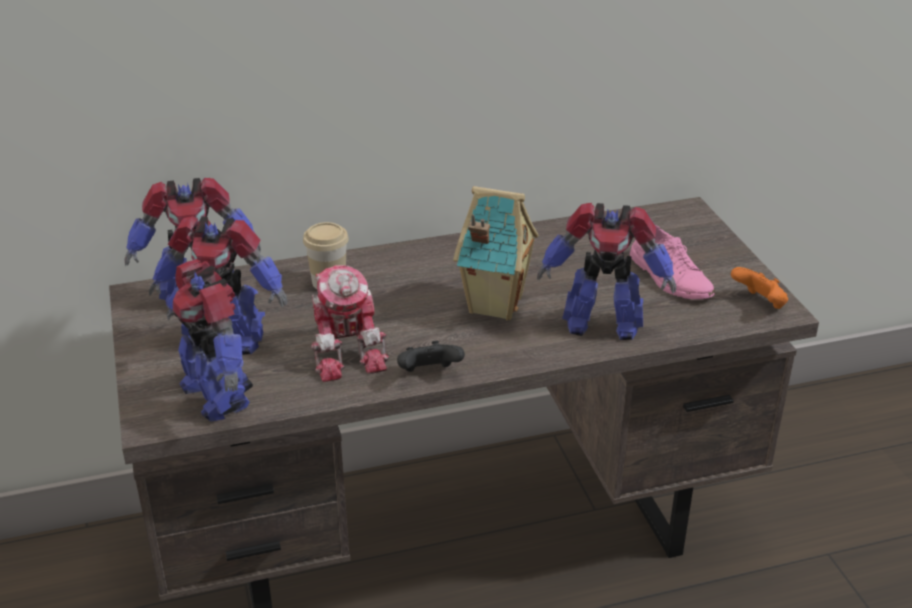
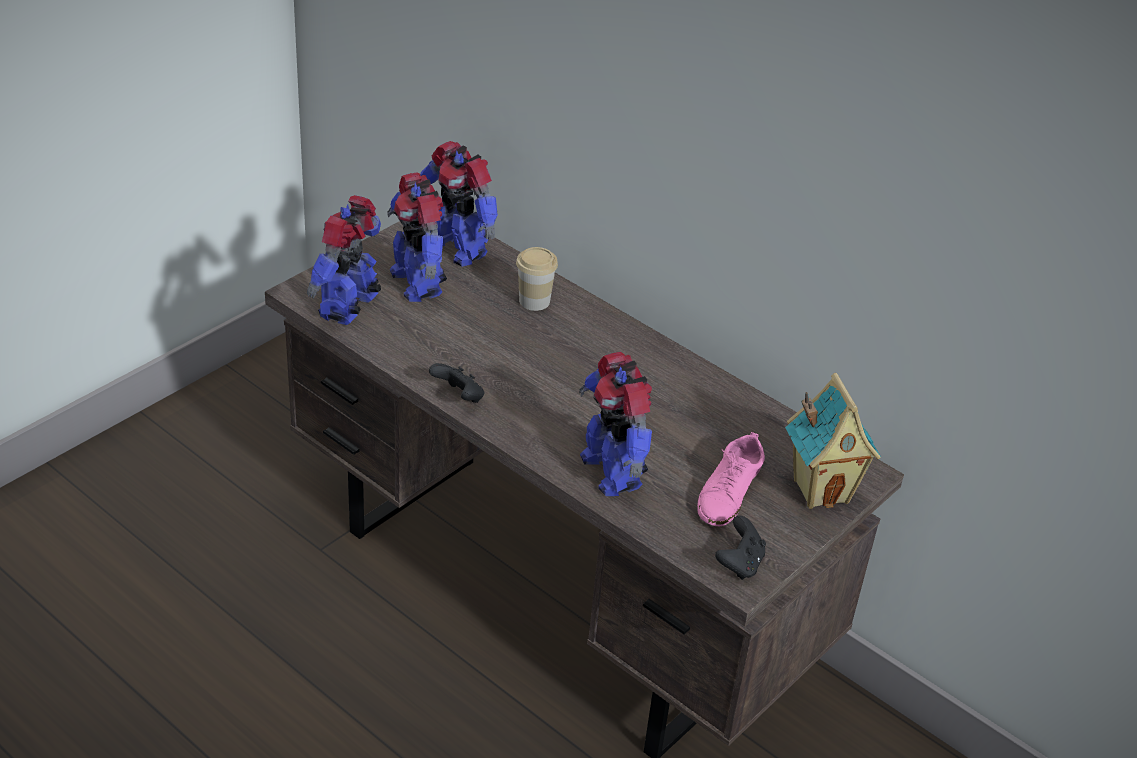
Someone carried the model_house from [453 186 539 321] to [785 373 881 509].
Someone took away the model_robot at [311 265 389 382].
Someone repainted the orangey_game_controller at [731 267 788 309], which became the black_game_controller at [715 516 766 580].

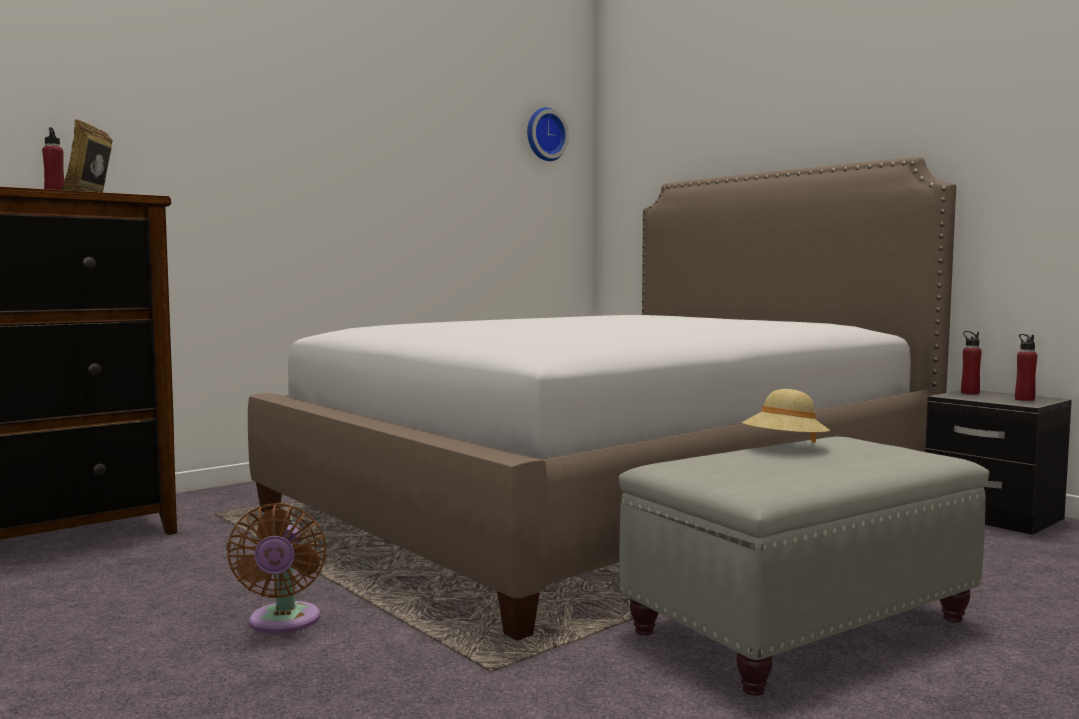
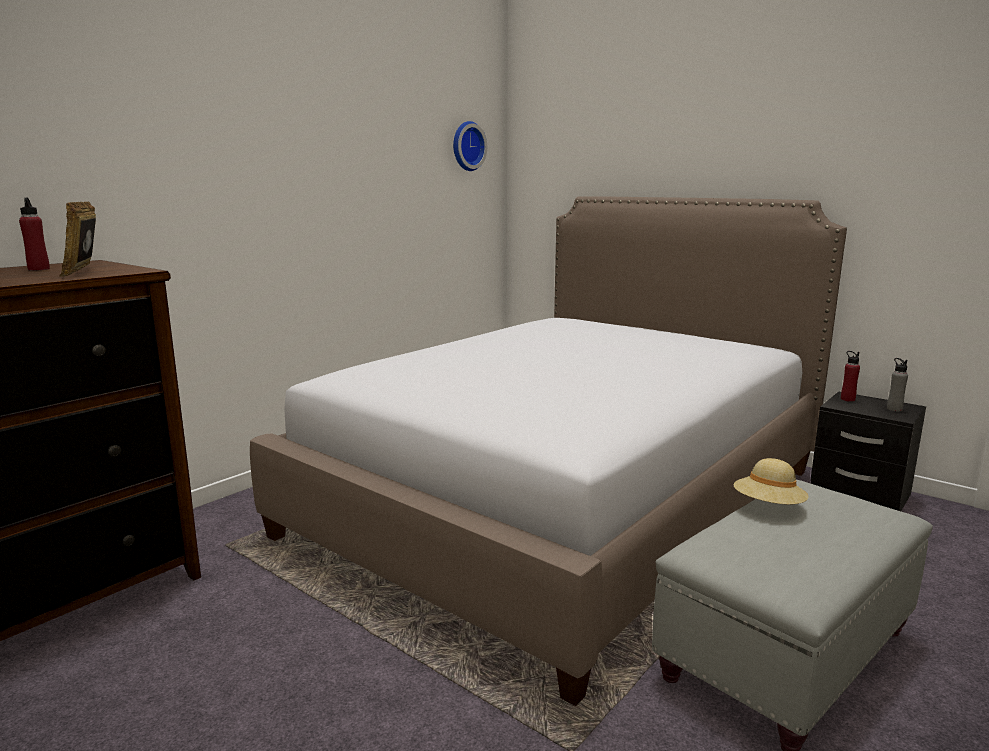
Someone repainted the red-coloured_bottle at [1015 334 1037 401], which became the grey_bottle at [887 358 908 411].
Someone took away the brownish_electric_fan at [226 503 327 634].

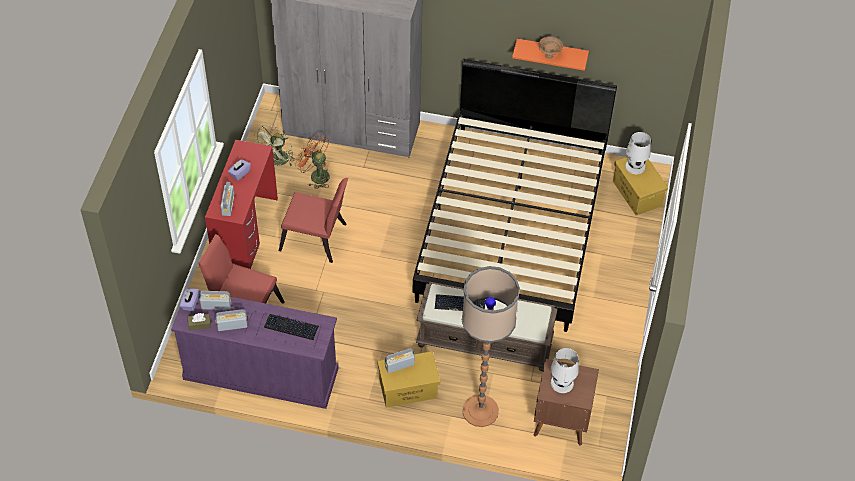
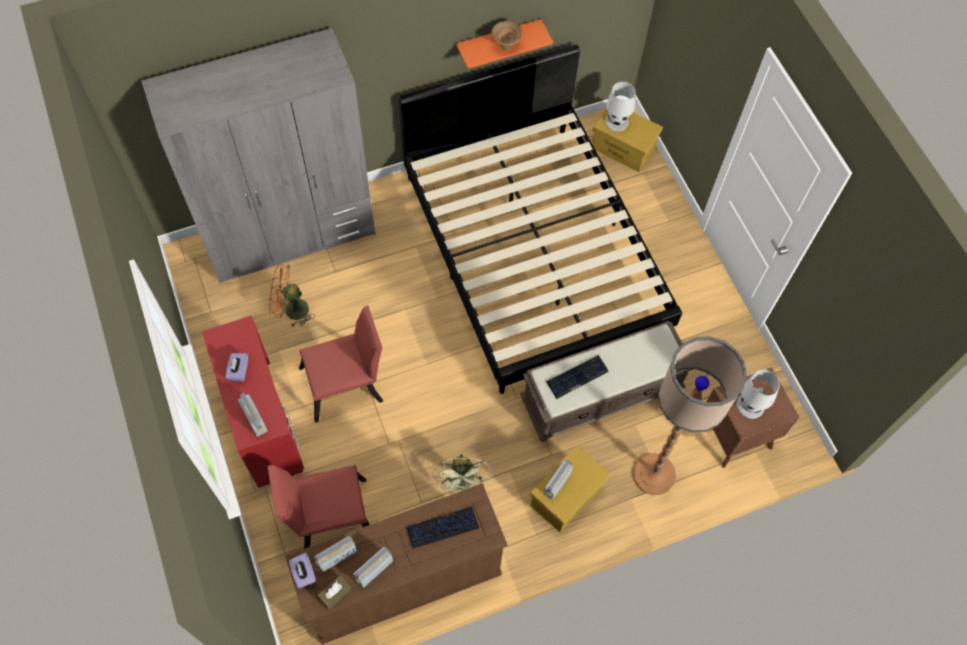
Someone carried the greenish_electric_fan from [254 125 295 166] to [433 454 491 494].
Someone repainted the purplish_dresser at [171 288 339 409], which became the brownish_dresser at [285 483 507 645].

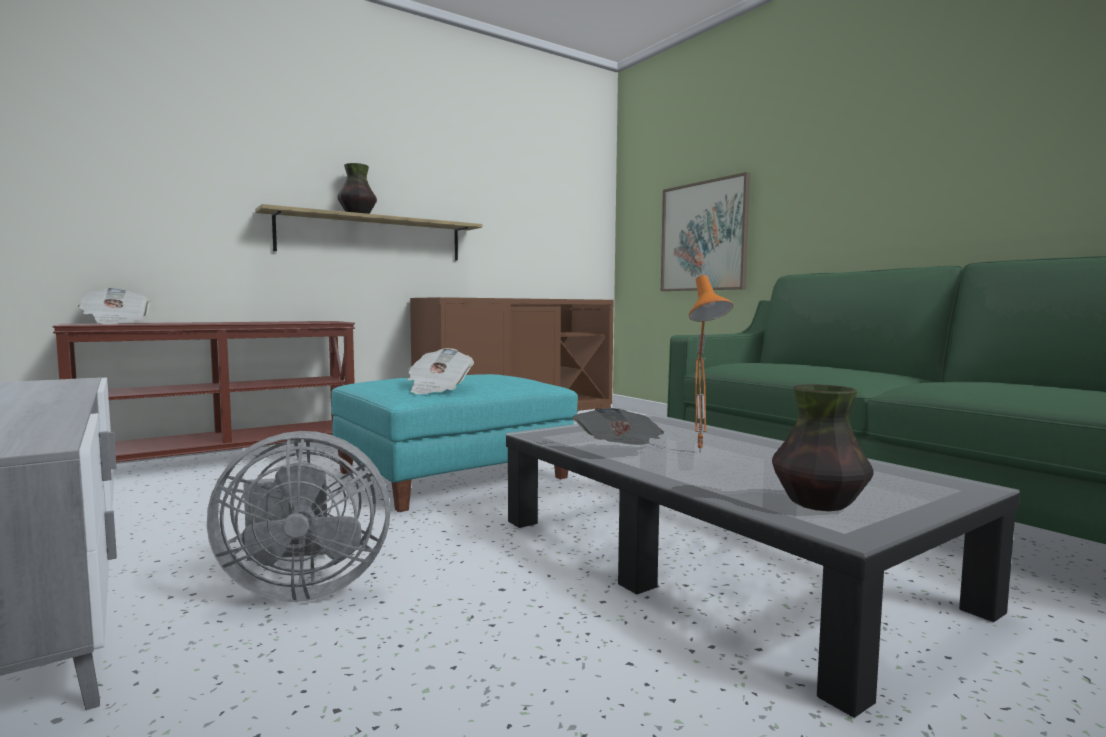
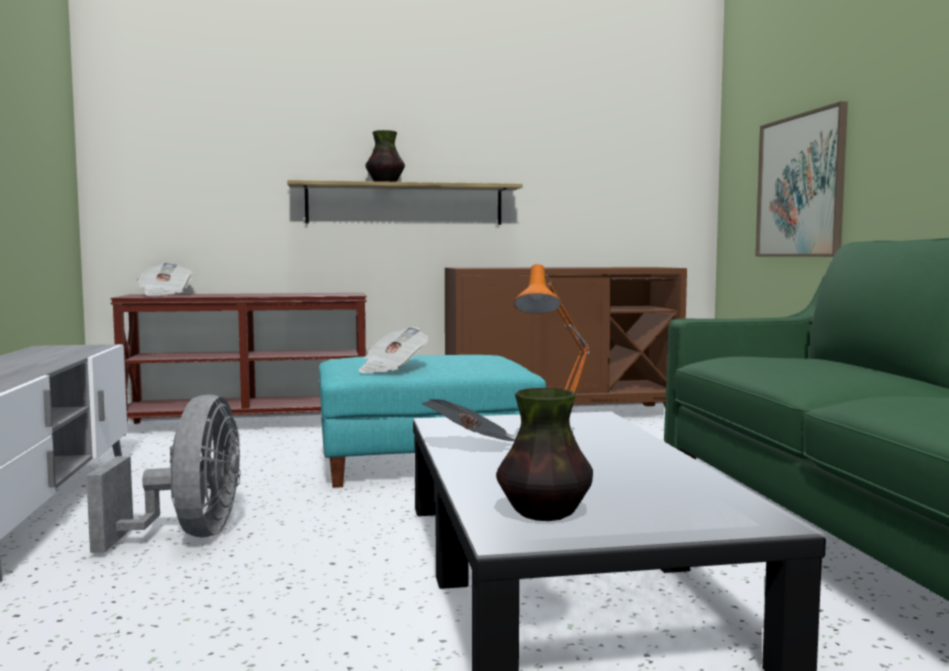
Someone rotated the grey_electric_fan at [207 431 390 602] by 105 degrees counterclockwise.

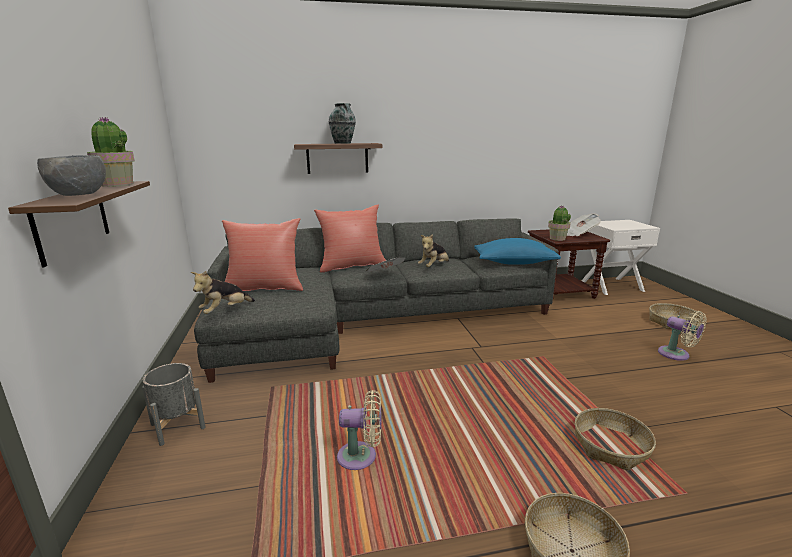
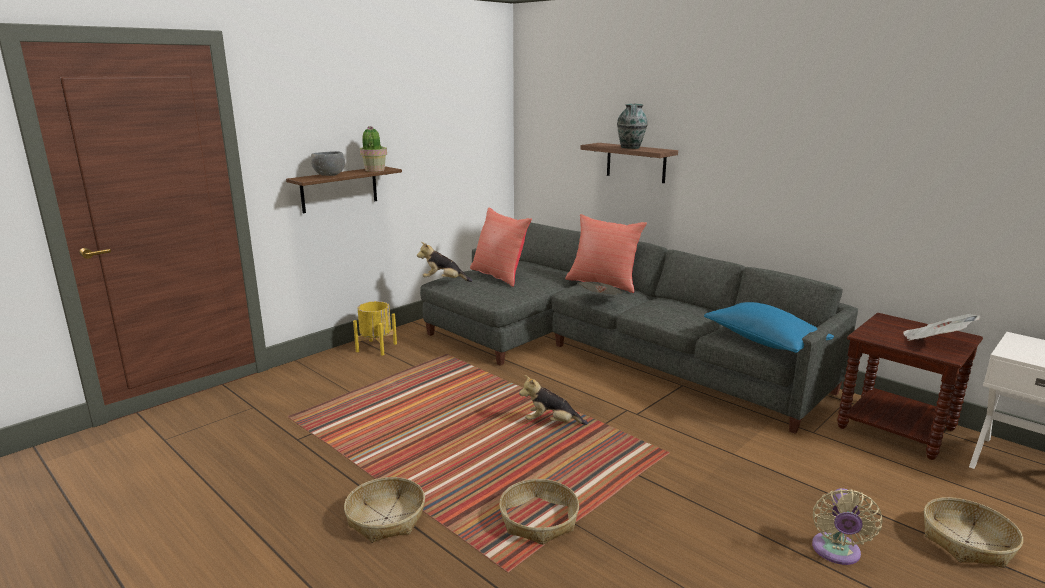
Someone took away the potted_plant at [548 205 571 241].
Someone carried the soft_toy from [418 234 449 267] to [519 375 588 425].
Someone repainted the grey_planter at [142 363 205 446], which became the yellowish_planter at [353 301 397 356].
Someone took away the beige-coloured_electric_fan at [337 390 381 470].

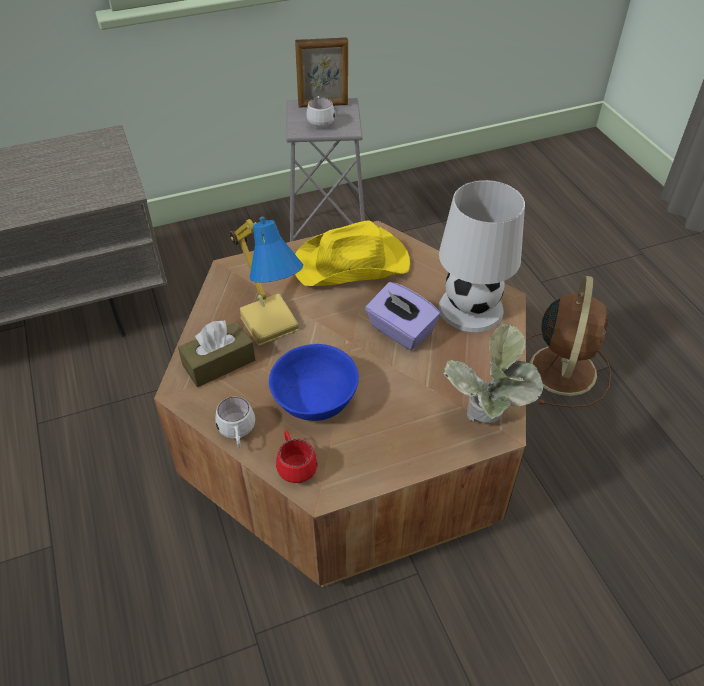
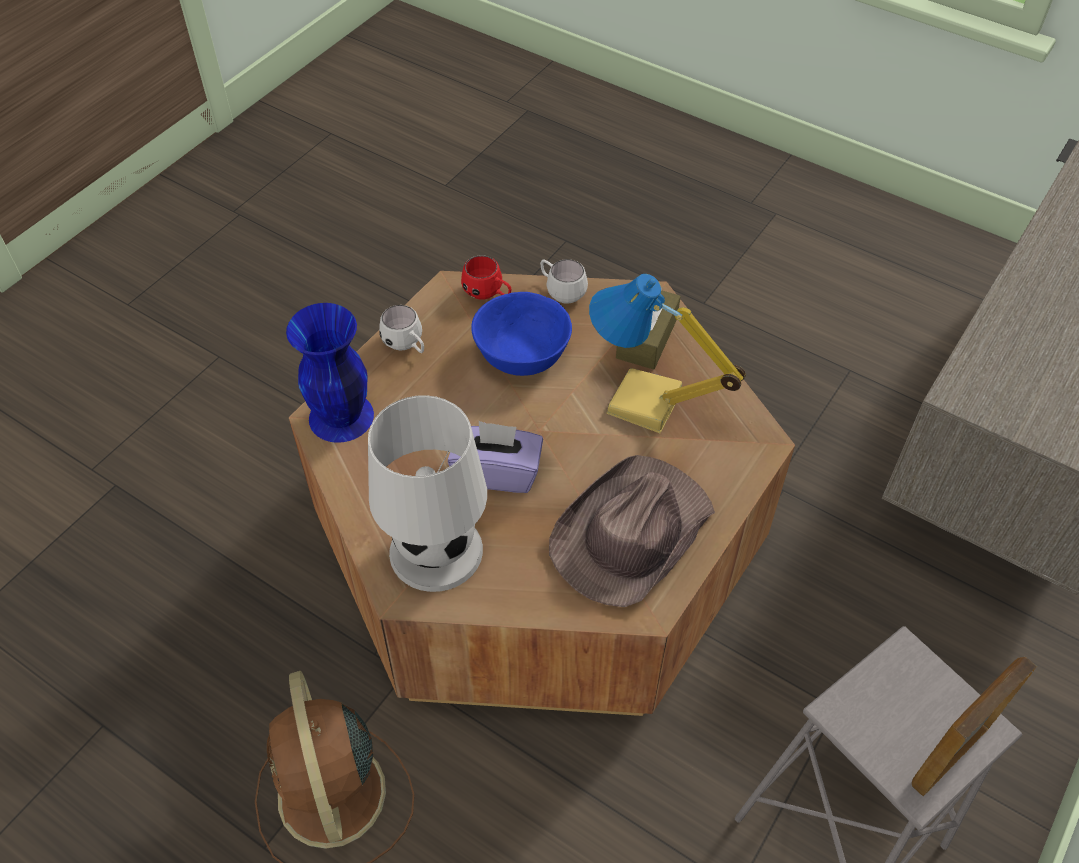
Someone carried the white-coloured_coffee_mug from [306 96 335 128] to [379 305 424 353].
Someone repainted the yellowish_wearable_hat at [295 220 410 286], which became the brownish_wearable_hat at [549 455 715 607].
Someone swapped the potted_plant at [443 324 543 423] for the blue_flower_vase at [286 303 374 443].

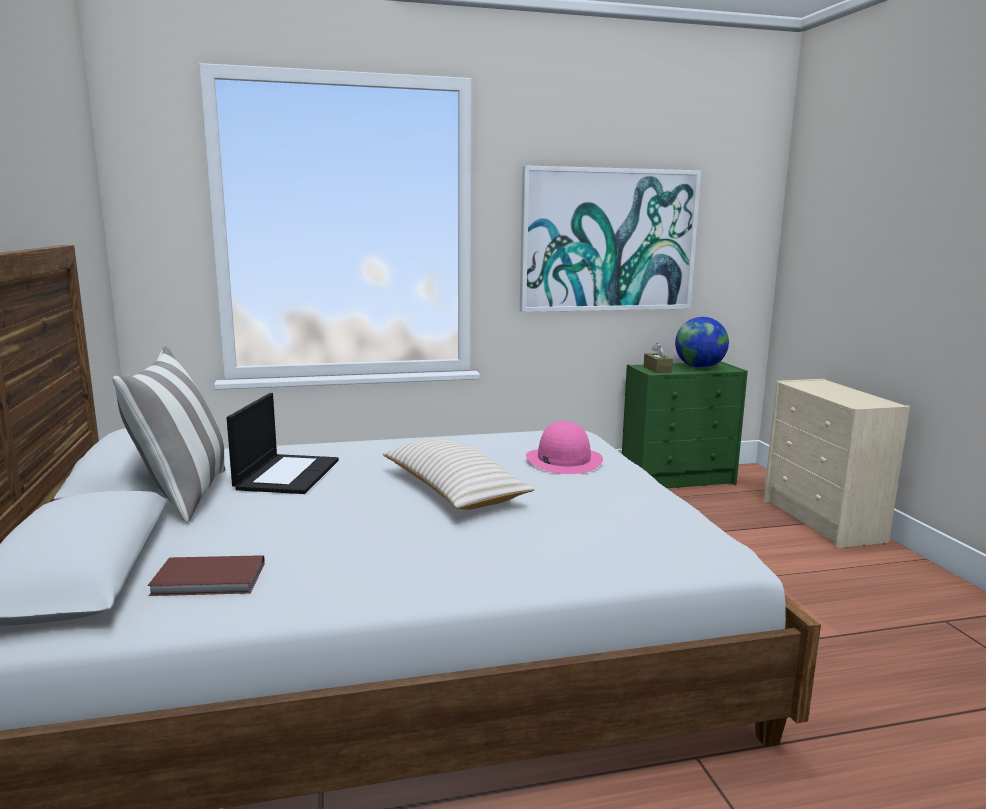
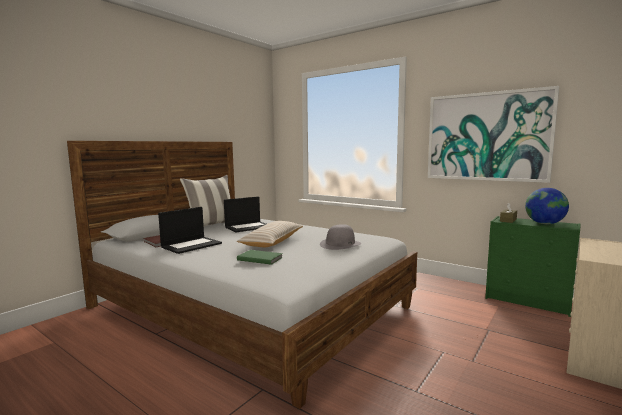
Someone repainted the pink-coloured_wearable_hat at [526 421 603 474], which became the grey_wearable_hat at [320 224 361 250].
Someone put down the portable_computer at [158 207 222 254].
Someone put down the greenish_volume at [237 250 283 265].

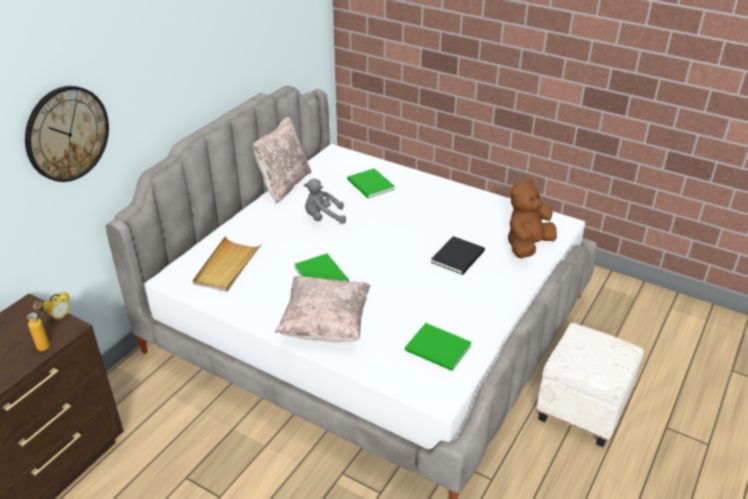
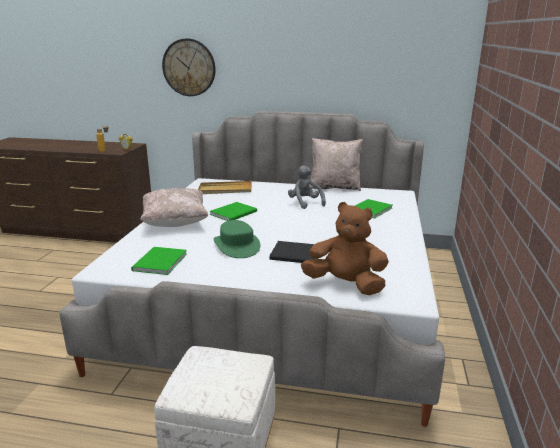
Someone put down the greenish_wearable_hat at [214 220 261 258].

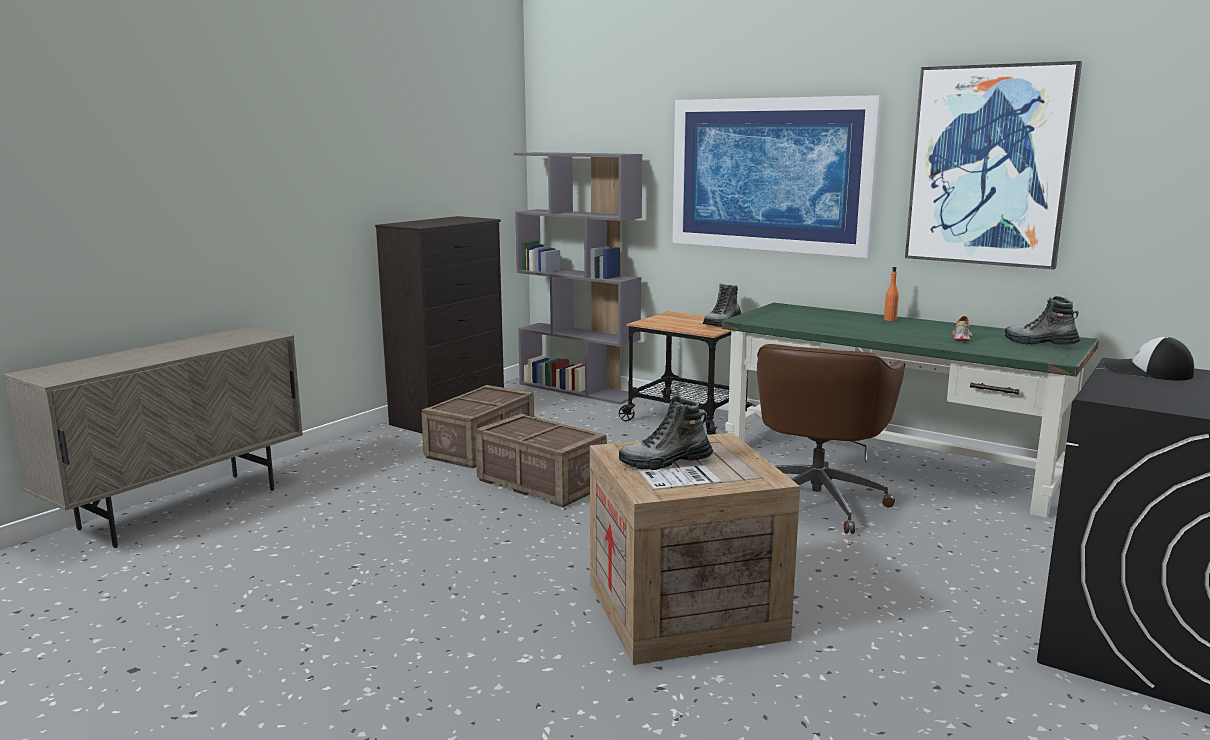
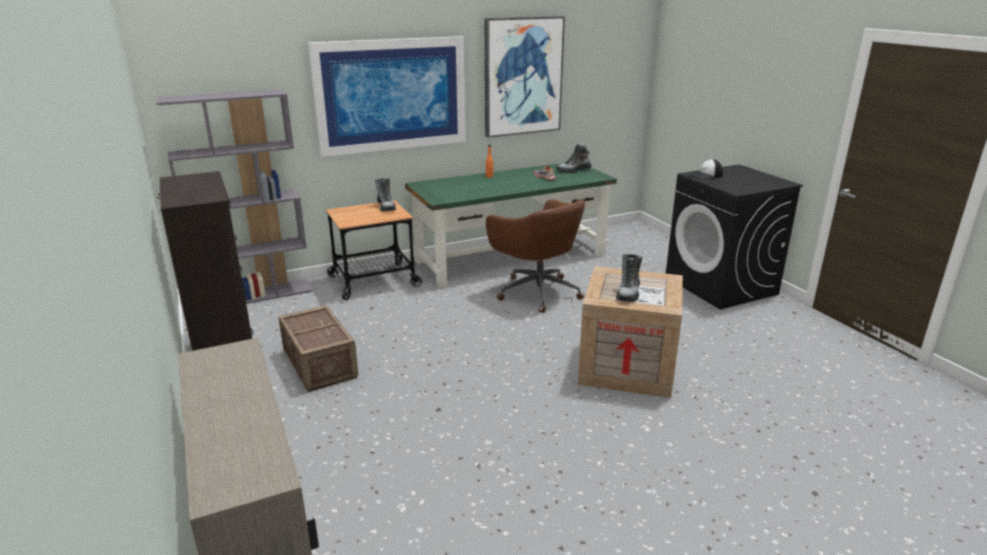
Someone took away the packing_crate at [475 414 607 507].

